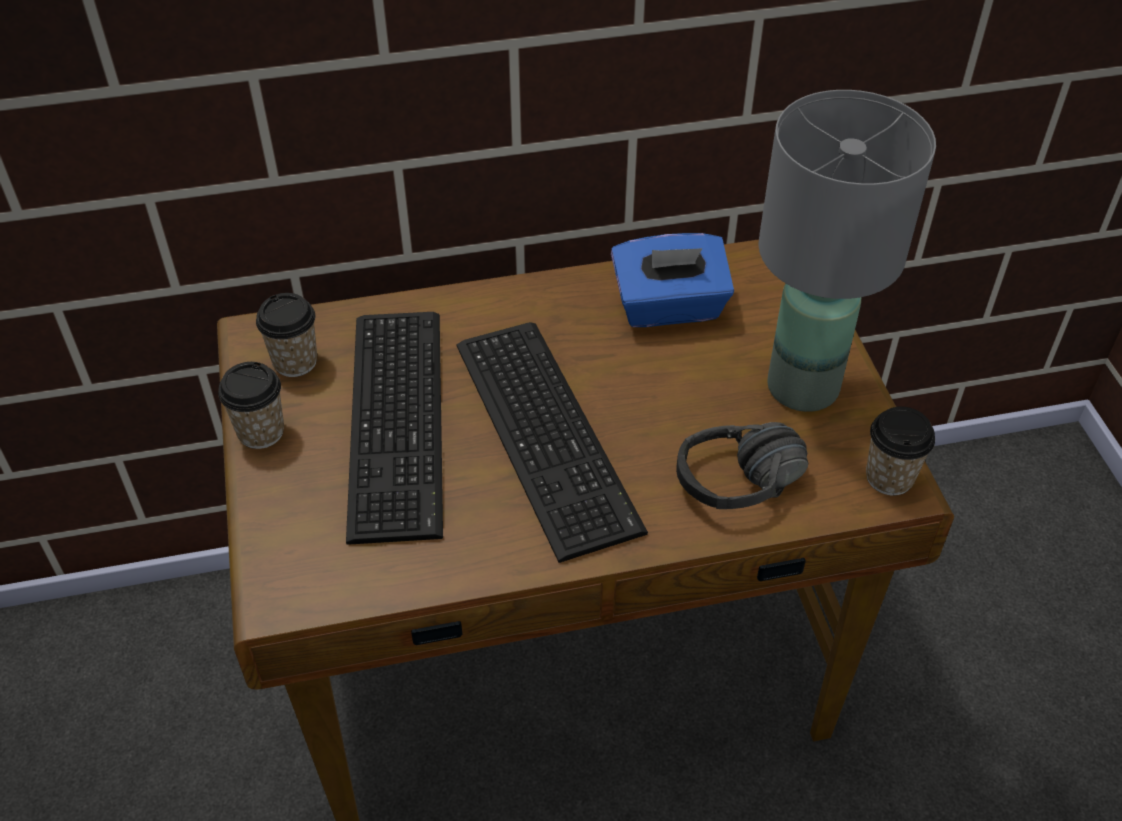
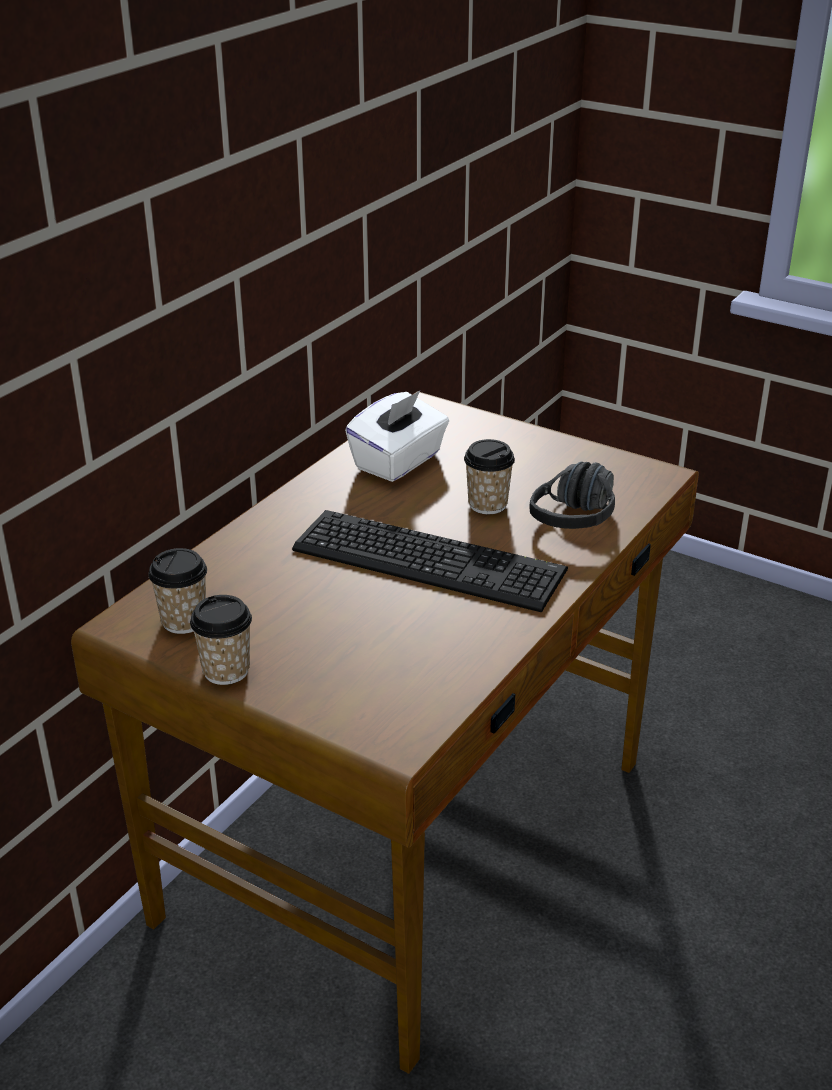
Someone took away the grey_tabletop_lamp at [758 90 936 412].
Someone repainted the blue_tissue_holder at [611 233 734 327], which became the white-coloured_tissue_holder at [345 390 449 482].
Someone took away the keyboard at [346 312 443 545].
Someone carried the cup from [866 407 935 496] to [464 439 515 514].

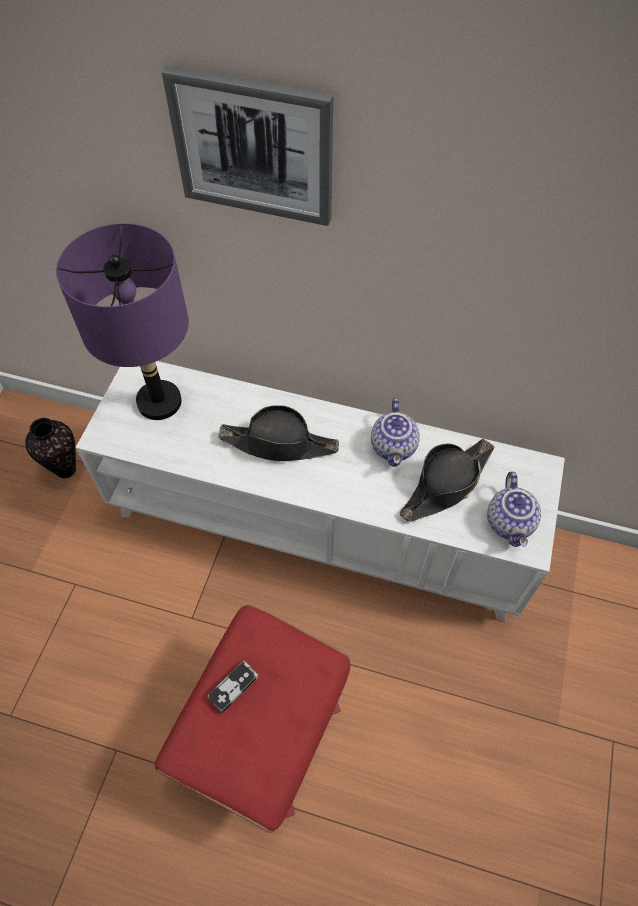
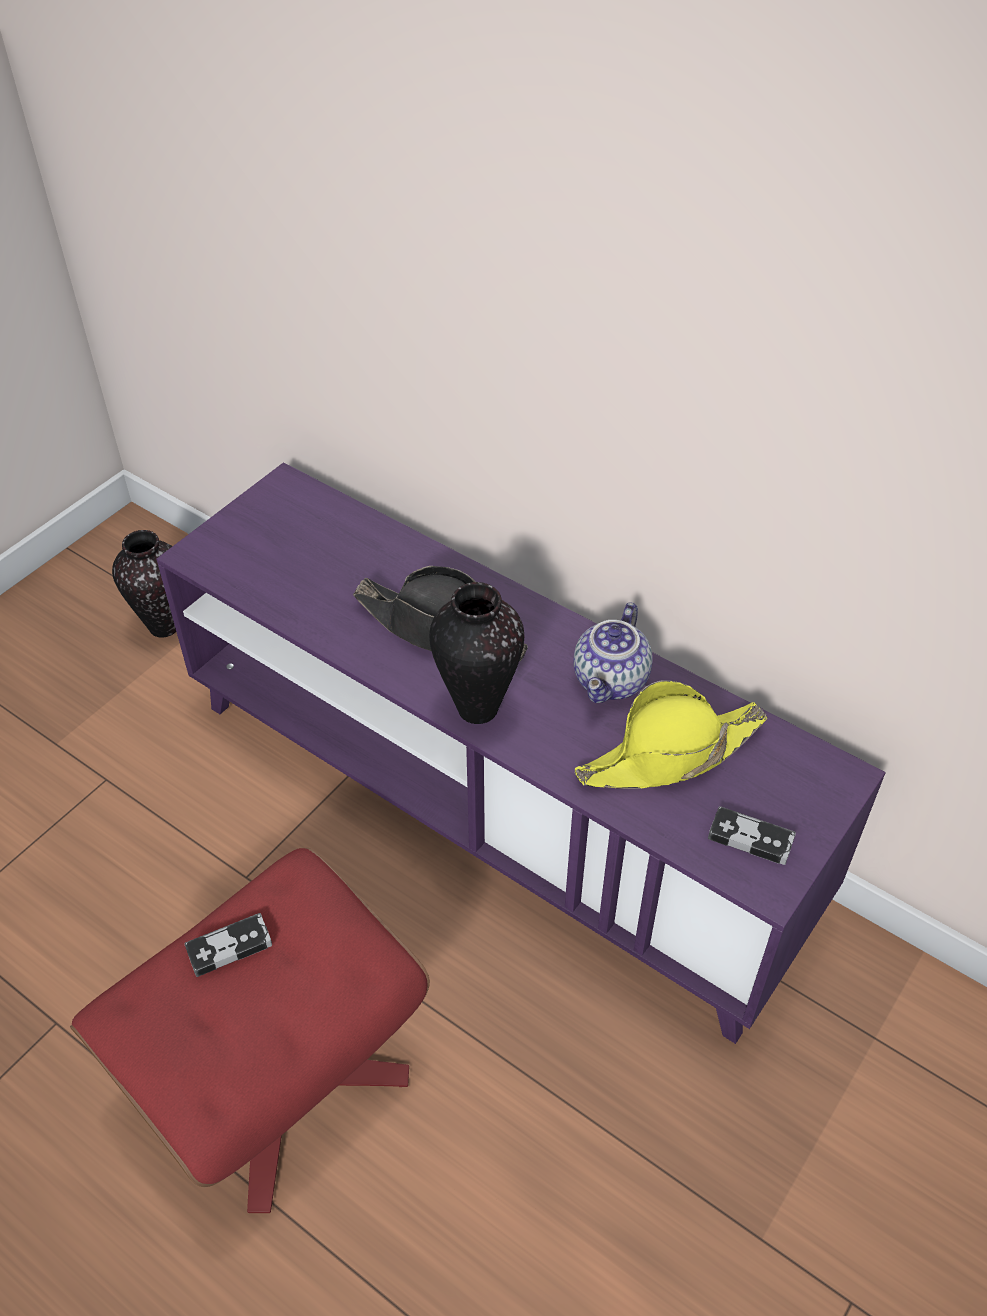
Someone took away the wall_picture at [162 66 333 226].
Someone took away the purplish_tabletop_lamp at [56 223 189 420].
Someone repainted the white-coloured_tv_unit at [75 361 565 621], which became the purplish_tv_unit at [157 462 886 1044].
Someone repainted the black_wearable_hat at [400 438 494 522], which became the yellowish_wearable_hat at [574 680 767 789].
Someone swapped the teapot at [487 472 541 547] for the game_controller at [708 806 796 865].
Someone put down the flower_vase at [429 582 525 724].

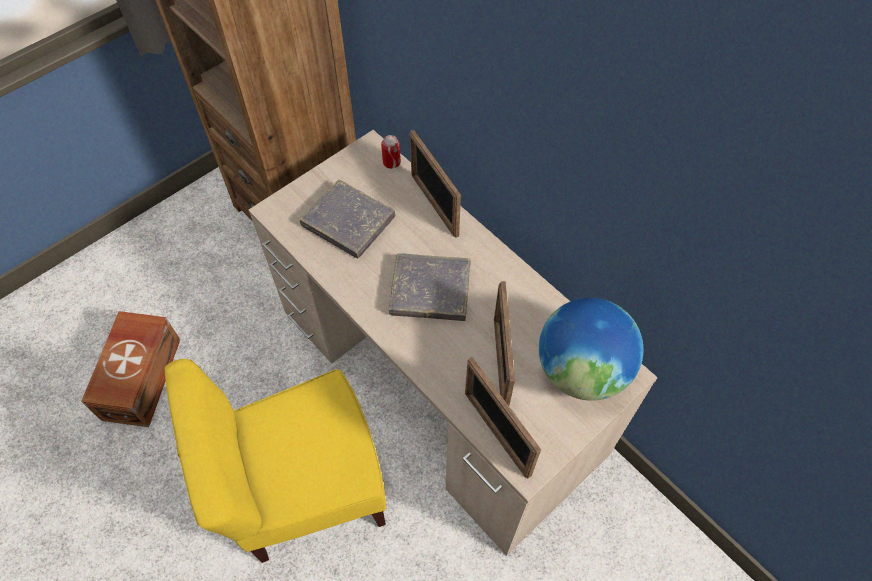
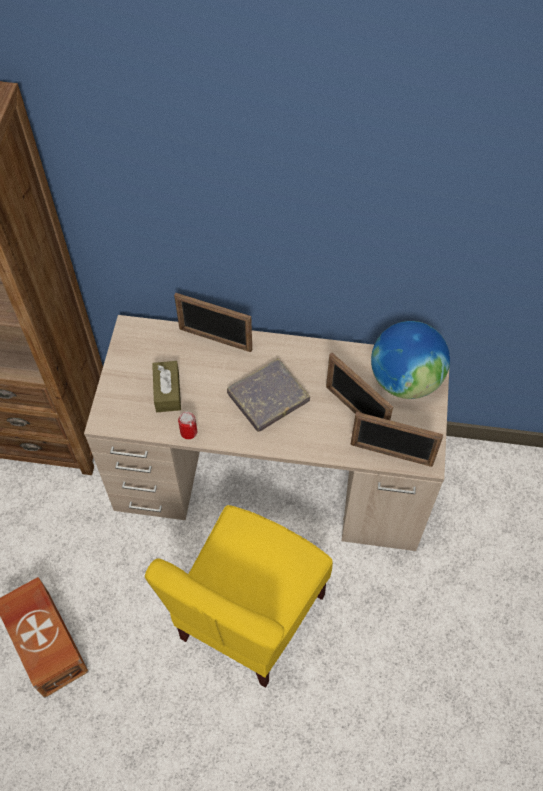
Someone carried the sealed_can from [381 135 401 169] to [178 411 197 439].
Someone swapped the grey_volume at [300 179 395 258] for the brownish_tissue_holder at [152 361 181 412].

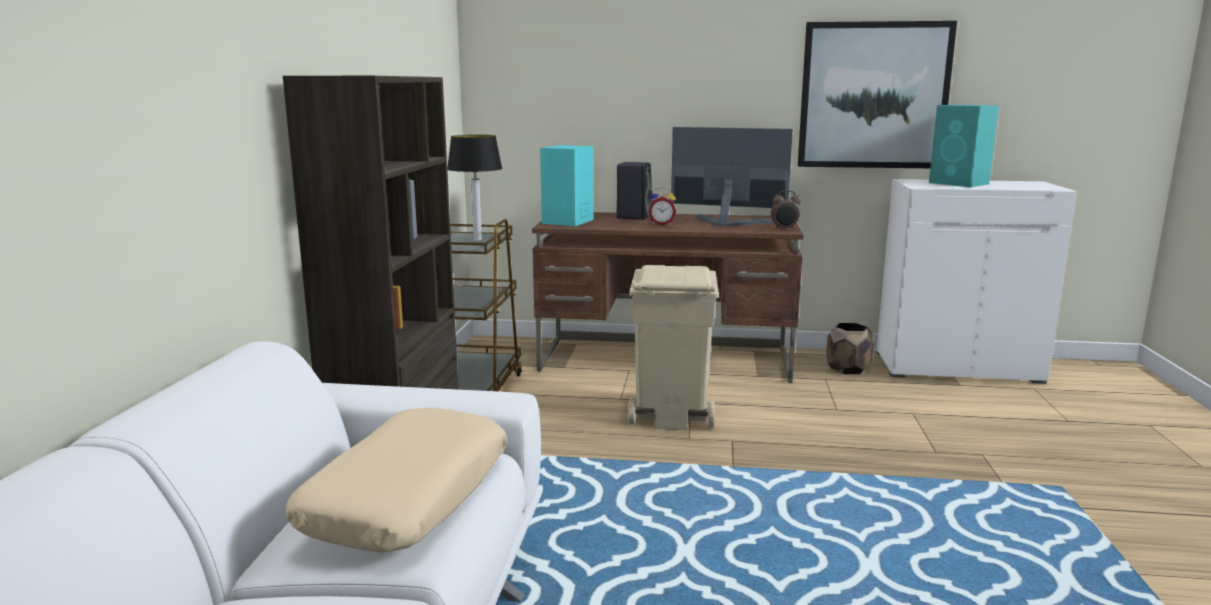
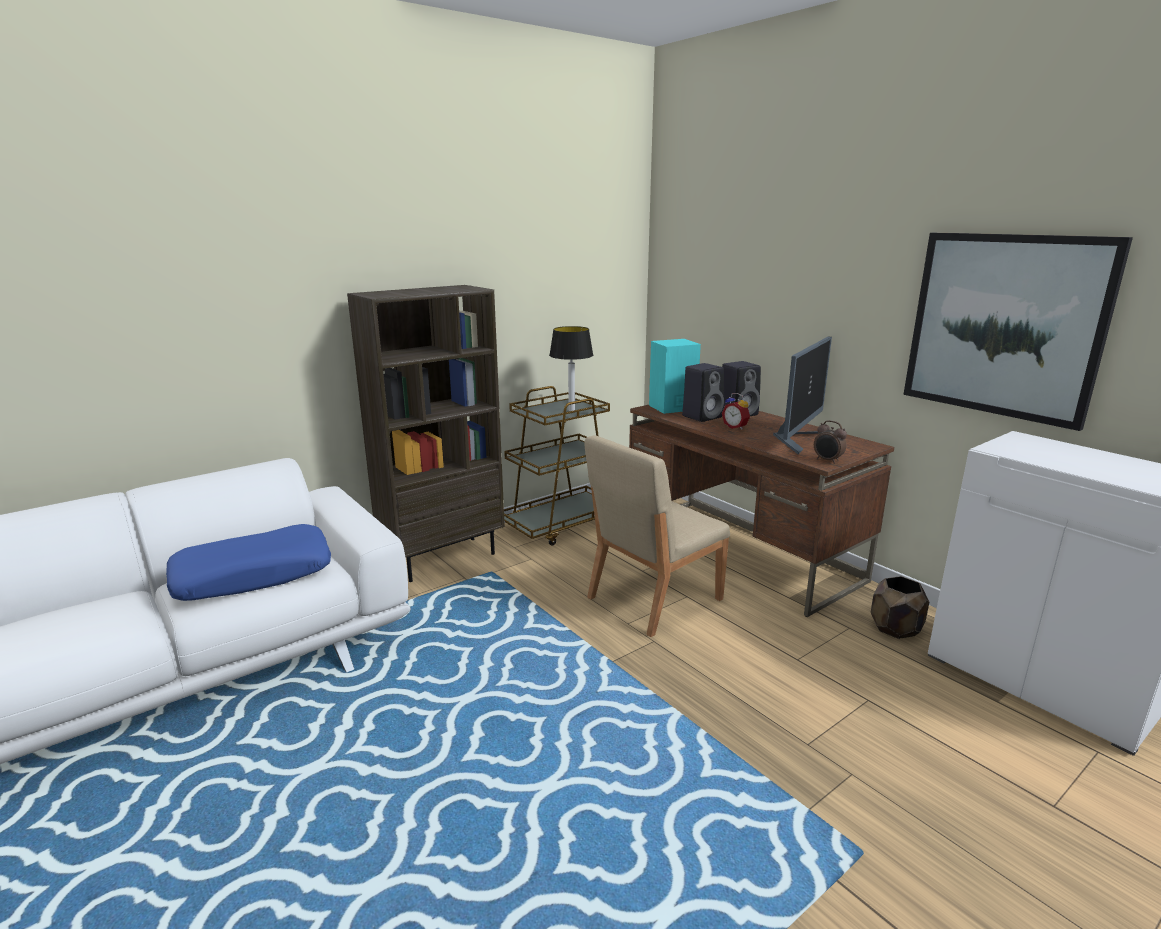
Someone took away the blue-green_audio_speaker at [929 105 999 187].
Someone rotated the computer_screen at [671 127 793 227] by 60 degrees clockwise.
Someone swapped the beige-coloured_trash_can at [628 265 719 430] for the beige-coloured_plain_chair at [584 435 730 637].
Someone repainted the beige-coloured_pillow at [286 408 507 553], which became the blue_pillow at [166 524 331 601].
Someone put down the black_audio_speaker at [682 363 724 422].

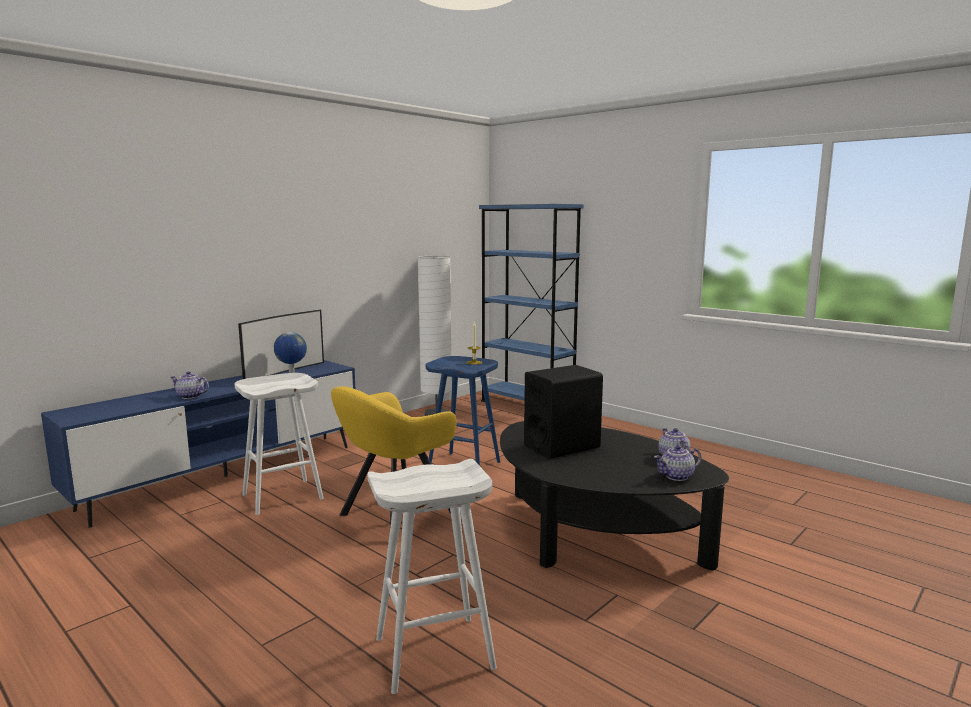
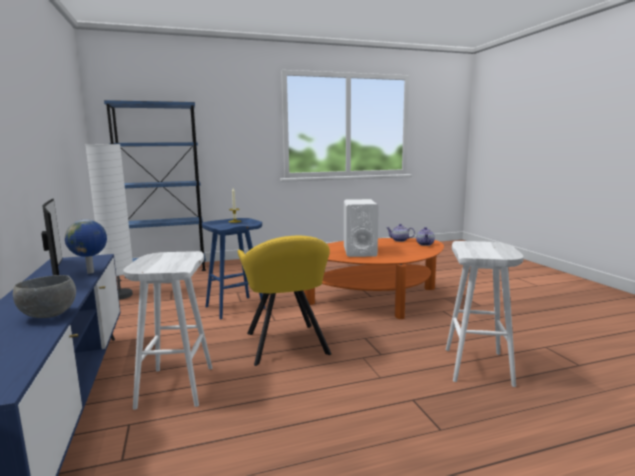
Someone repainted the black_audio_speaker at [524 365 603 459], which became the white-coloured_audio_speaker at [344 199 379 257].
Someone swapped the teapot at [170 371 209 399] for the grey_bowl at [13 275 76 318].
Someone repainted the black_low_table at [500 421 729 570], which became the orangey_low_table at [304 238 444 319].

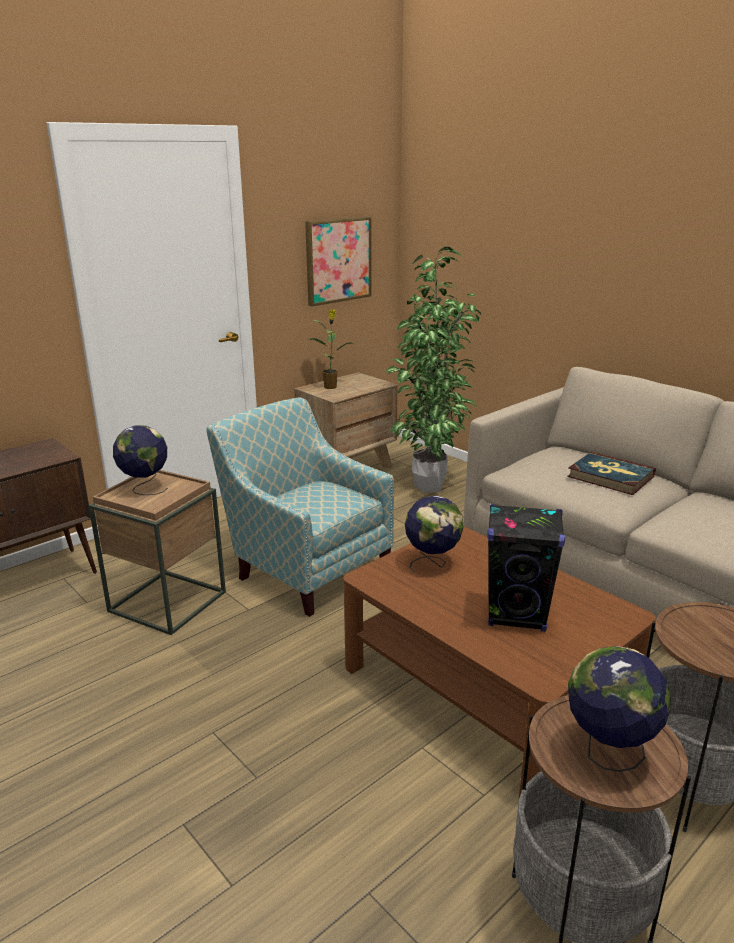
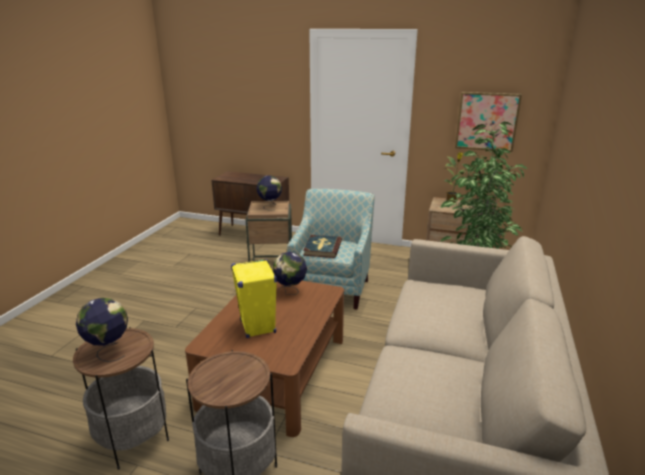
Someone carried the volume from [567 452 656 495] to [303 235 342 258].
Someone repainted the black_audio_speaker at [487 504 565 632], which became the yellowish_audio_speaker at [231 259 277 338].

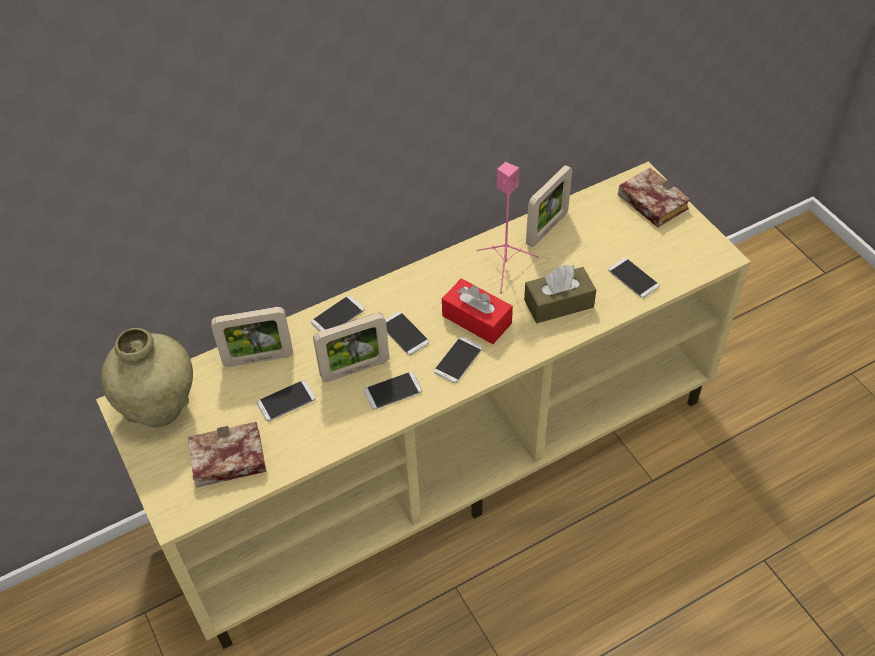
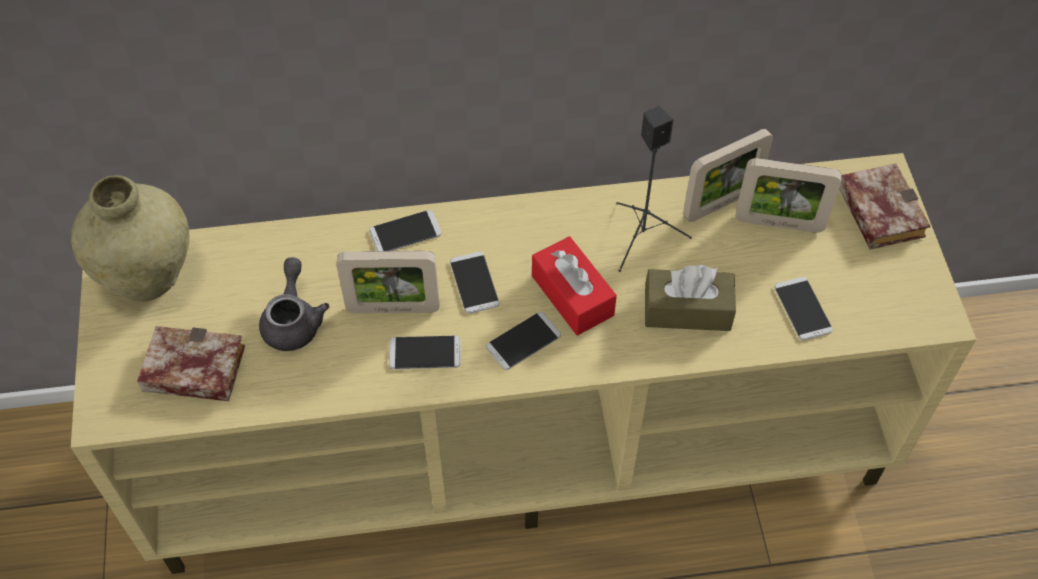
Someone repainted the pink-coloured_audio_speaker at [477 162 539 294], which became the black_audio_speaker at [616 106 692 272].
Someone carried the photo_frame from [211 307 293 367] to [736 158 841 233].
Someone swapped the telephone at [257 380 316 421] for the grey_teapot at [259 257 329 351].

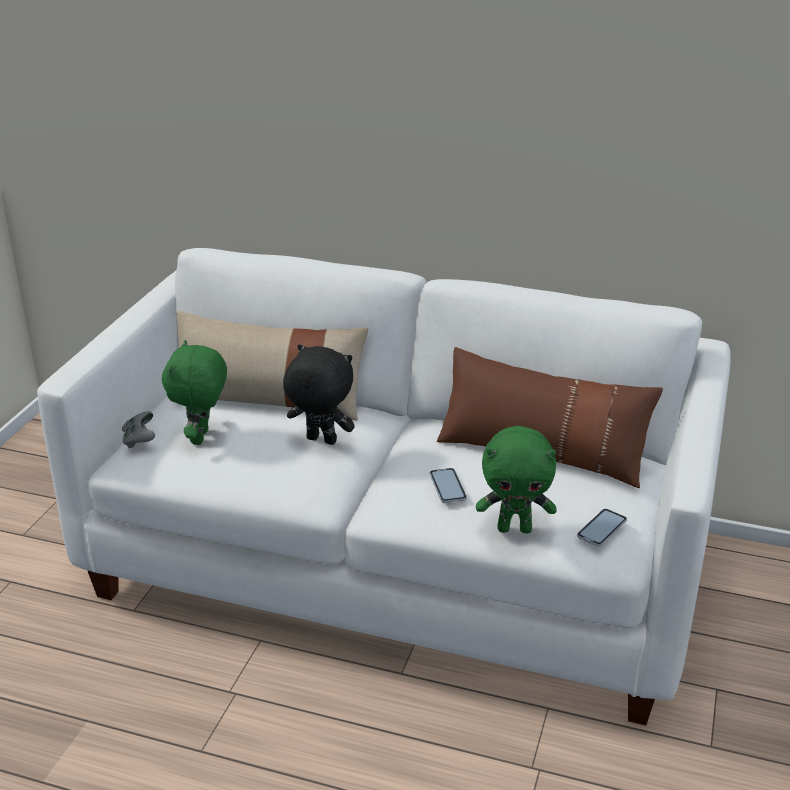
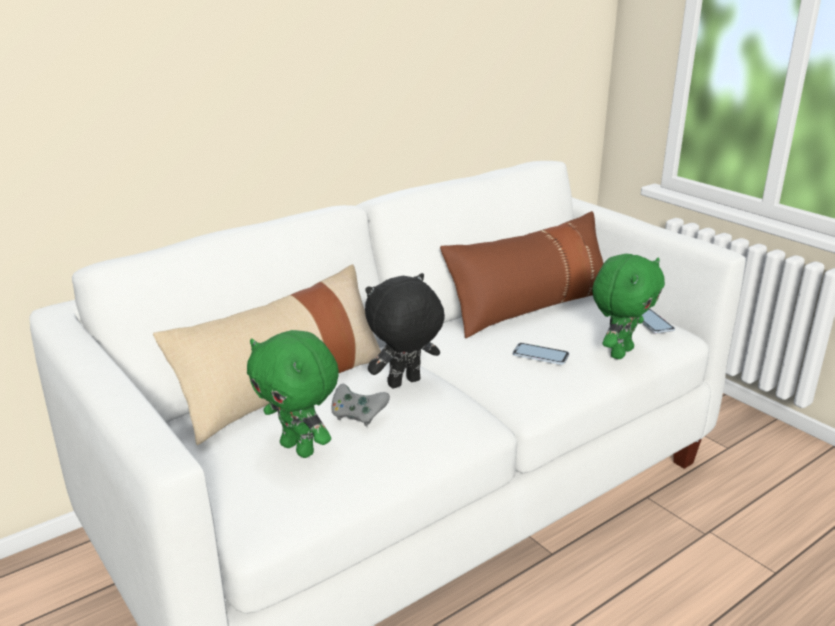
Someone carried the grey_game_controller from [122 411 155 448] to [332 383 390 426].

